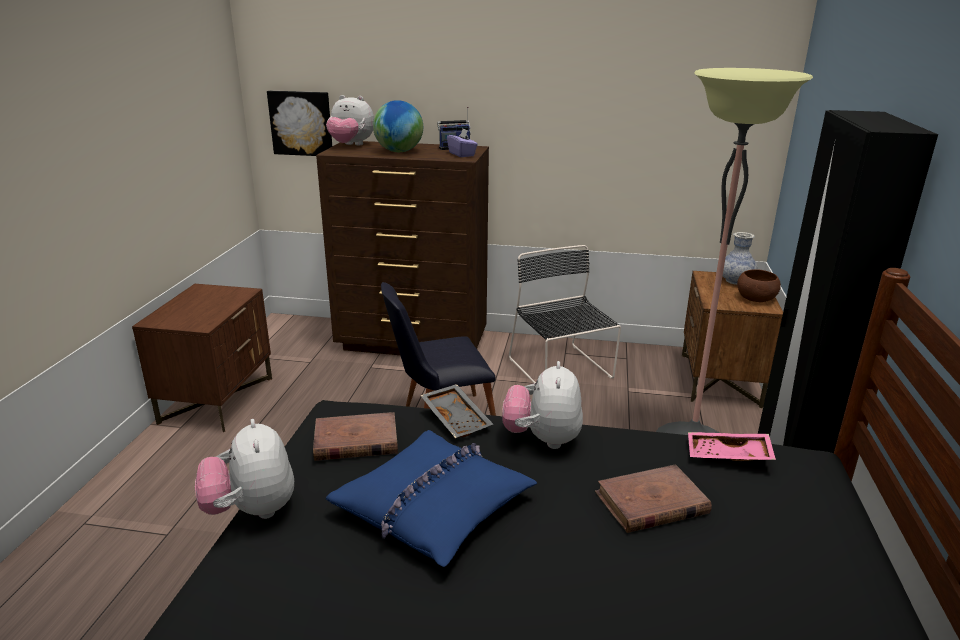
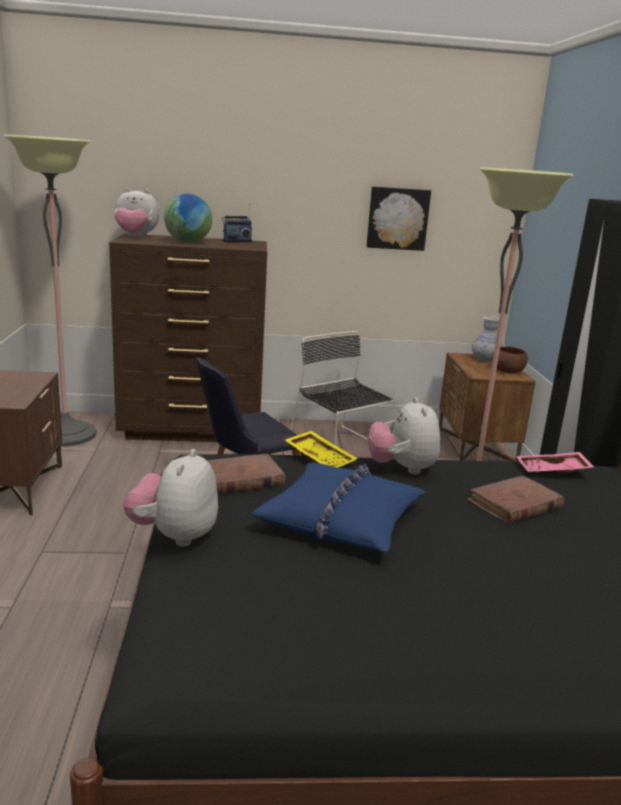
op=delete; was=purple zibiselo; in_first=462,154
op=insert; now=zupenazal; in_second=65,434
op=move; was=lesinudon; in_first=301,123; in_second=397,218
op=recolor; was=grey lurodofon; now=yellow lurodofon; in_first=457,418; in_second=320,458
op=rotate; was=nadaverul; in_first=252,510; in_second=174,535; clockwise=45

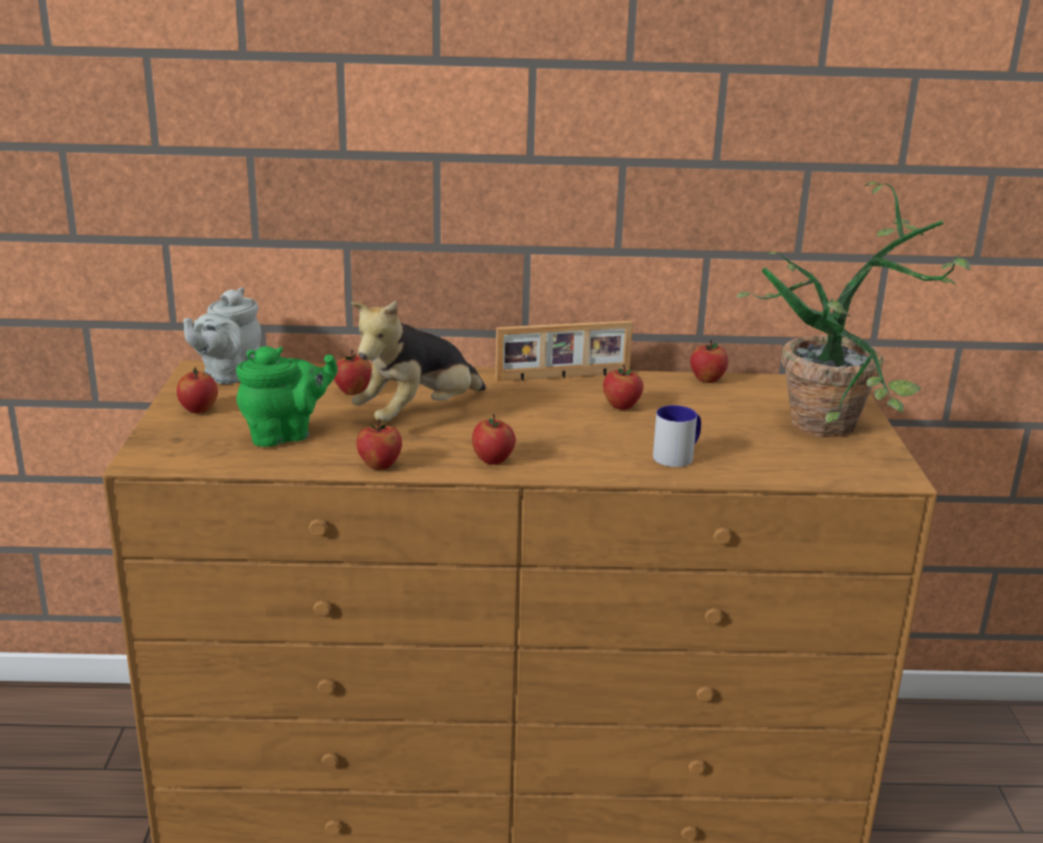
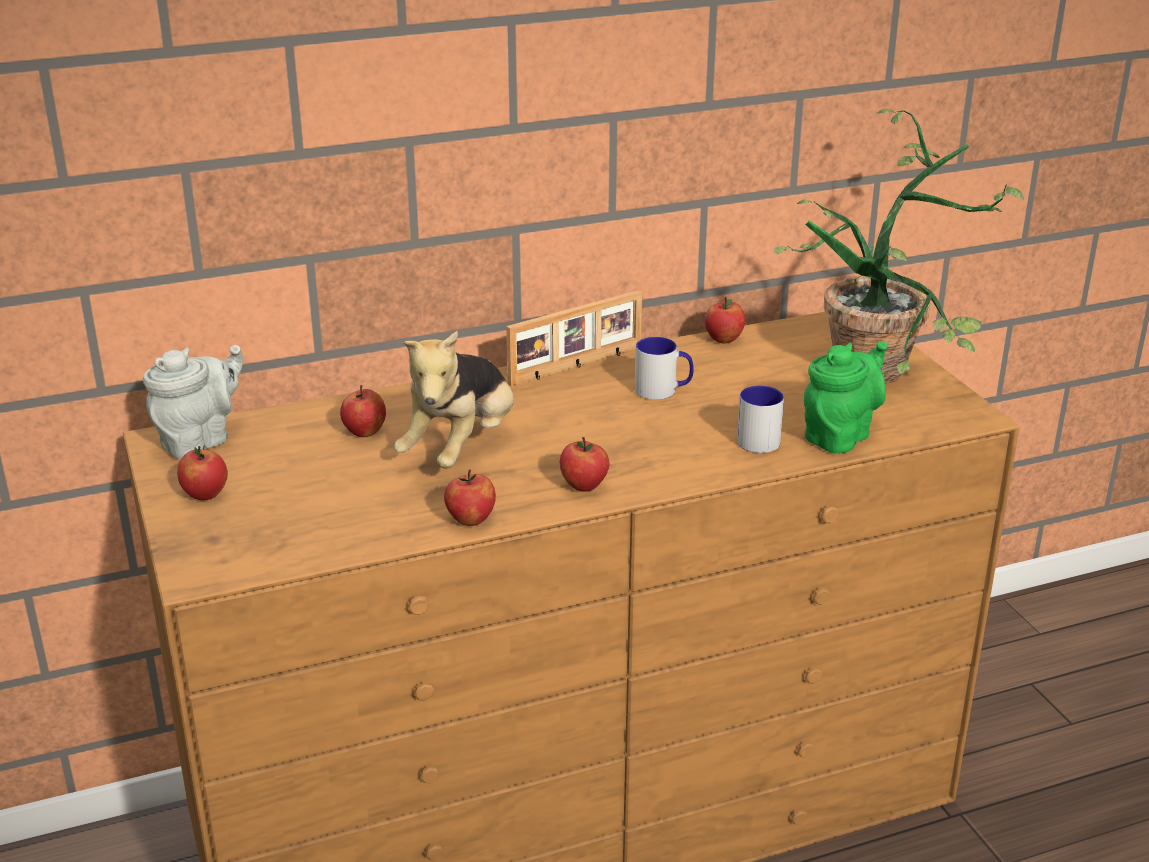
op=move; was=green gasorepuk; in_first=285,435; in_second=840,435
op=replace; was=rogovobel; now=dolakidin; in_first=621,406; in_second=663,390
op=rotate; was=grey gasorepuk; in_first=228,375; in_second=200,441; clockwise=-150

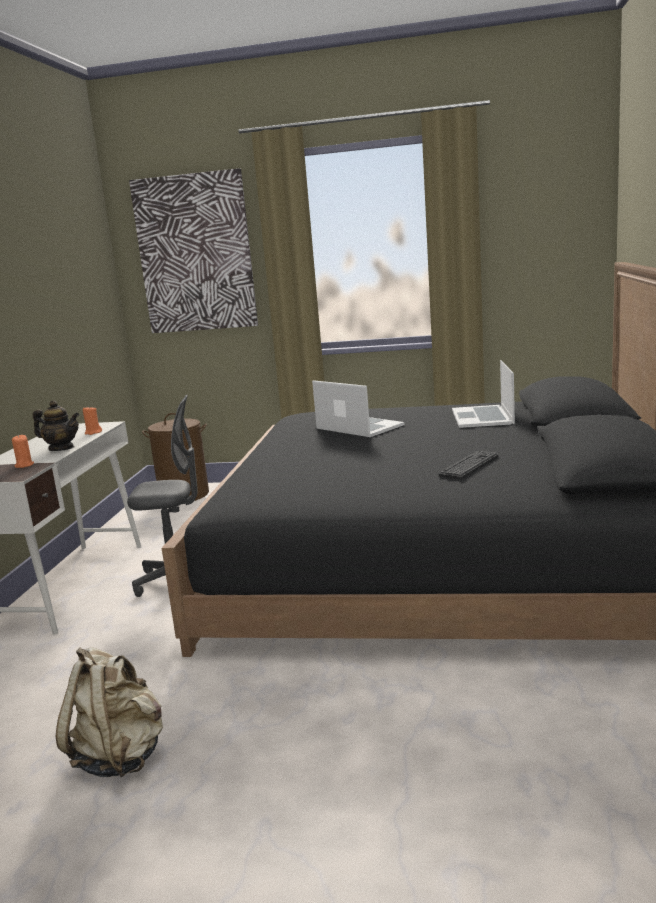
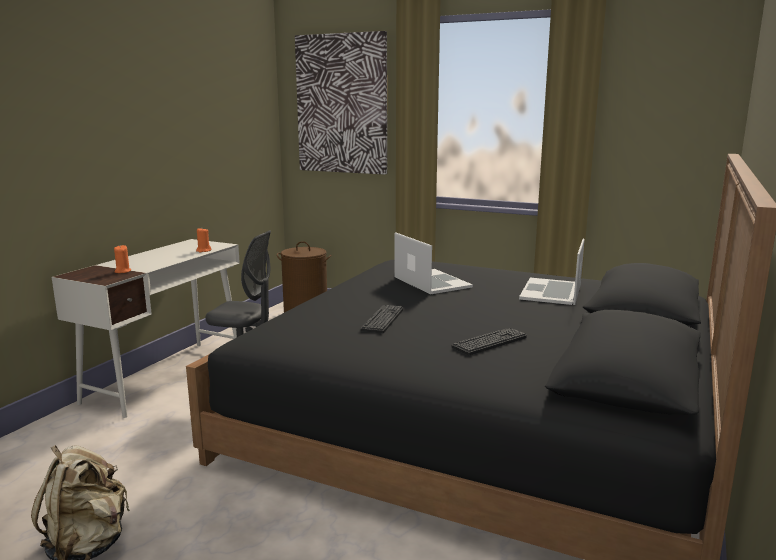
op=delete; was=gasorepuk; in_first=61,448
op=insert; now=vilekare; in_second=382,319

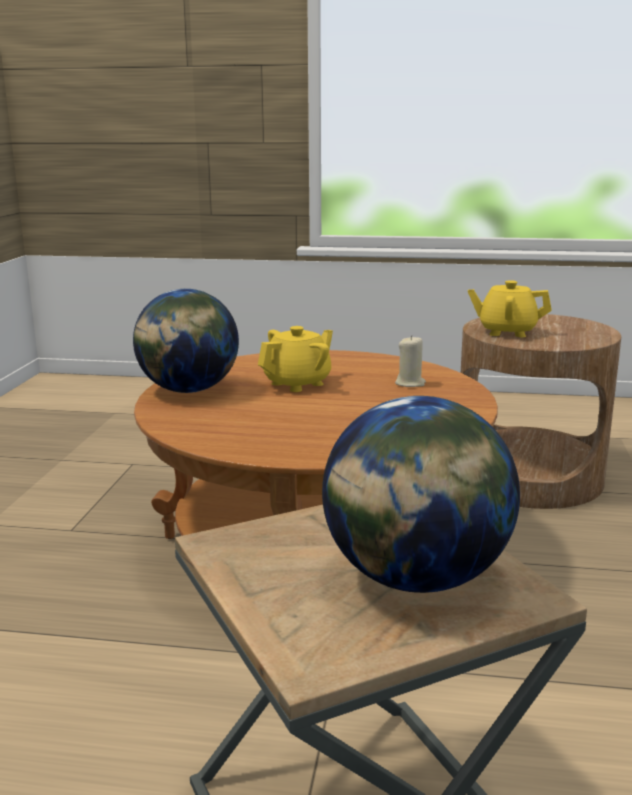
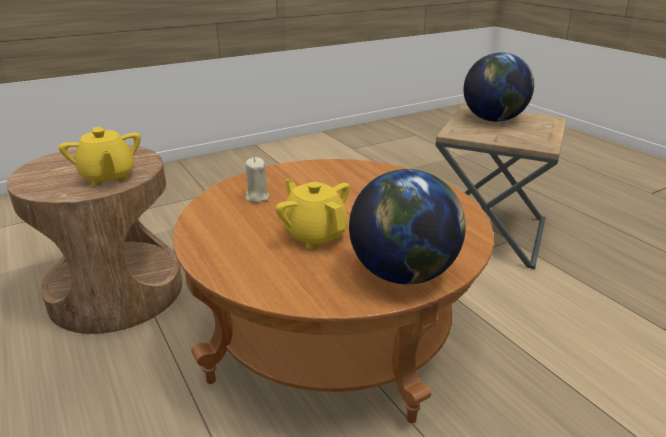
op=rotate; was=yellow gasorepuk; in_first=298,383; in_second=315,235; clockwise=45

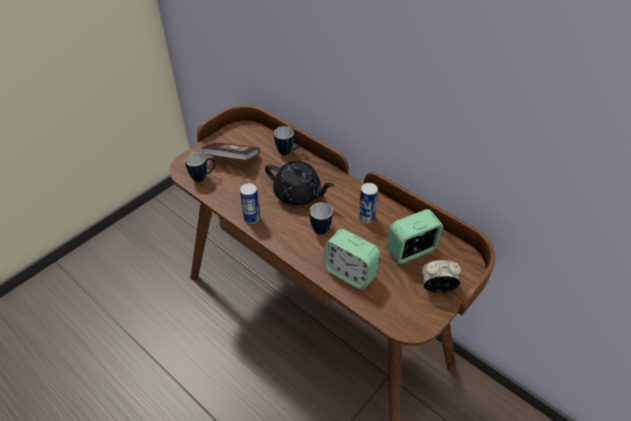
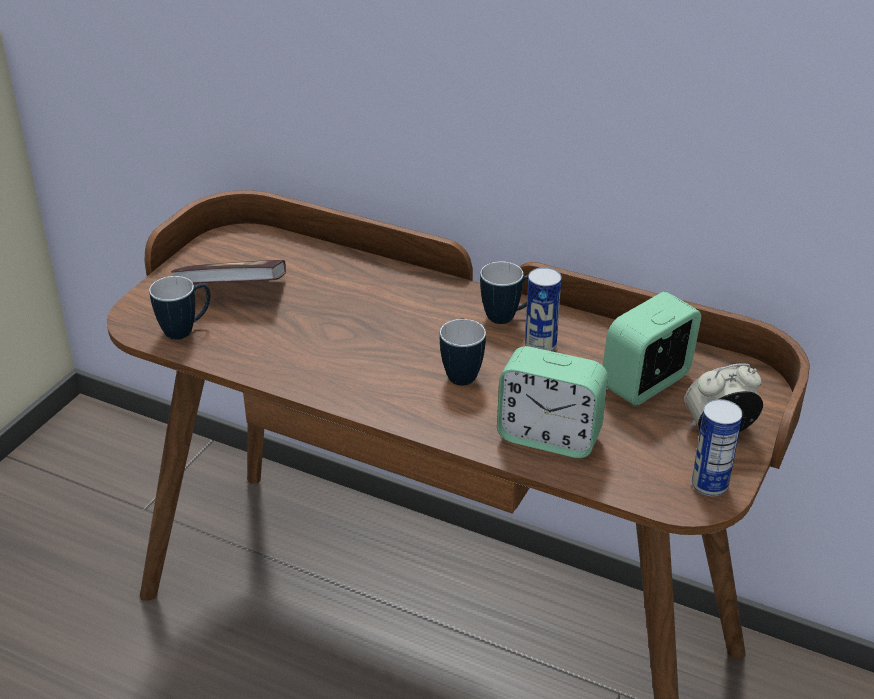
op=delete; was=black gasorepuk; in_first=298,194
op=move; was=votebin; in_first=252,218; in_second=709,485
op=move; was=dolakidin; in_first=288,152; in_second=508,316

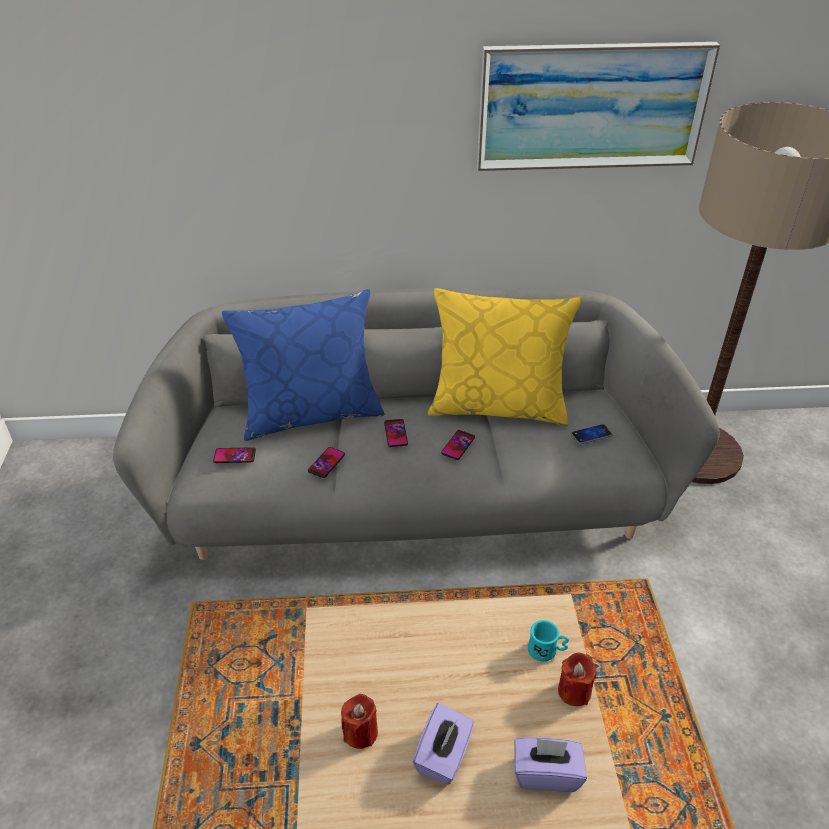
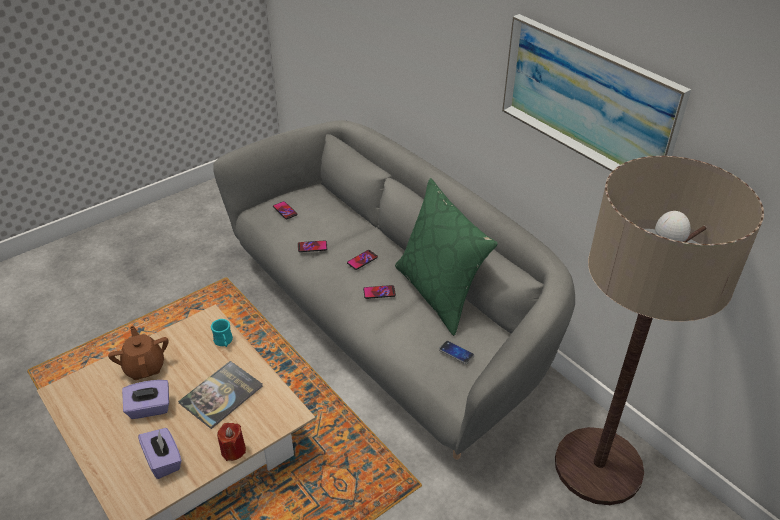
op=delete; was=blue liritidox; in_first=311,413
op=insert; now=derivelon; in_second=221,395
op=move; was=turquoise dolakidin; in_first=546,651; in_second=224,342
op=replace; was=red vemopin; now=brown gasorepuk; in_first=360,732; in_second=144,367
op=recolor; was=yellow liritidox; now=green liritidox; in_first=498,405; in_second=439,293

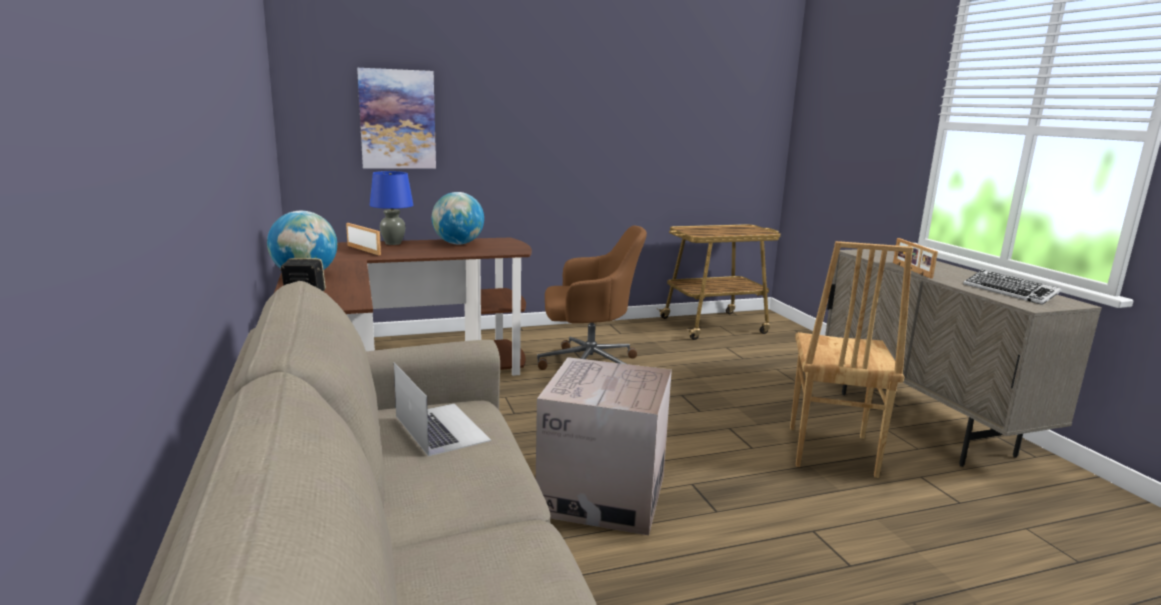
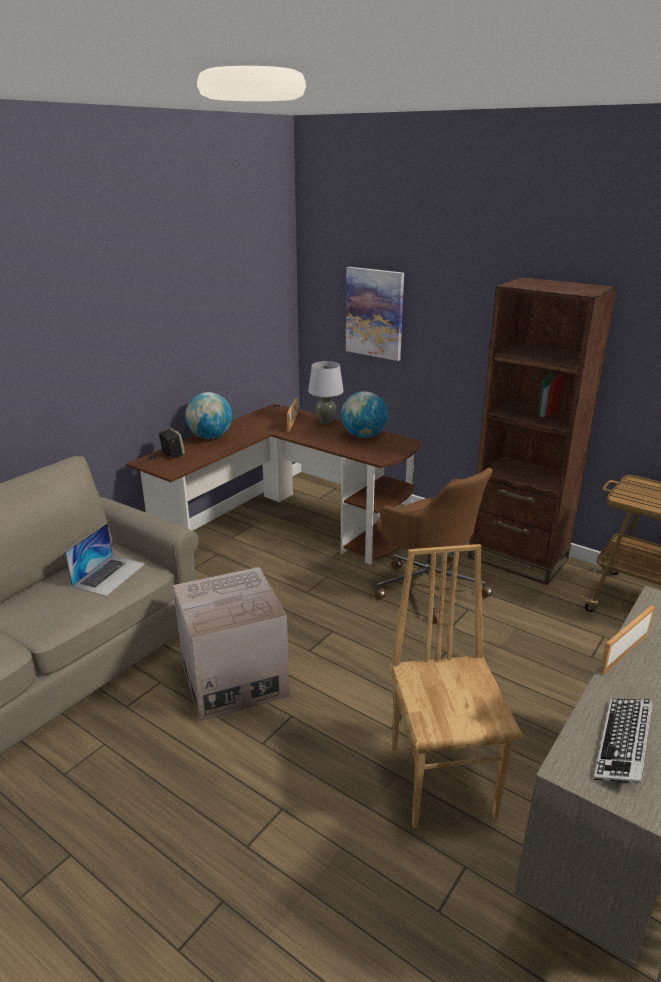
op=insert; now=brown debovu; in_second=517,558
op=recolor; was=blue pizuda; now=grey pizuda; in_first=393,243; in_second=325,421
op=rotate; was=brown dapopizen; in_first=829,451; in_second=443,781; clockwise=105

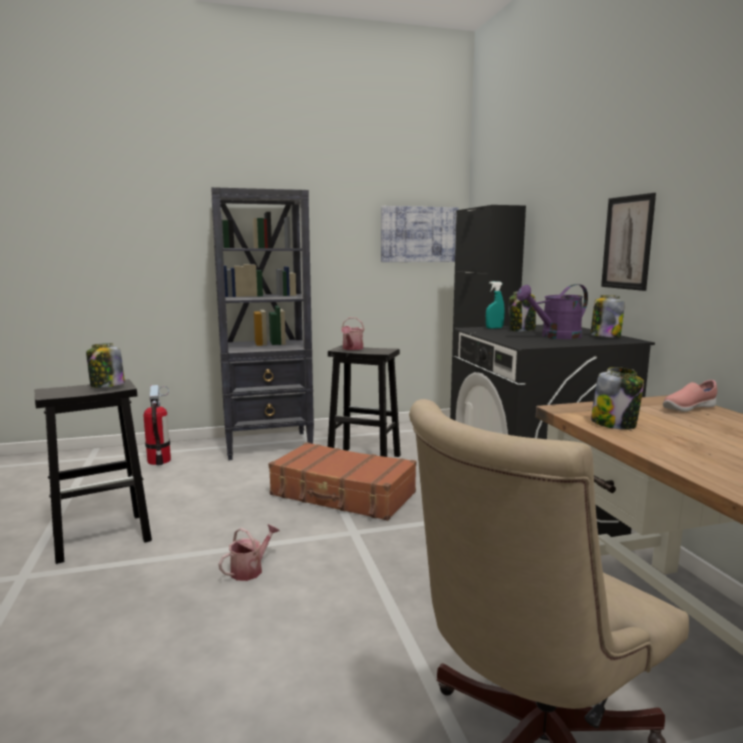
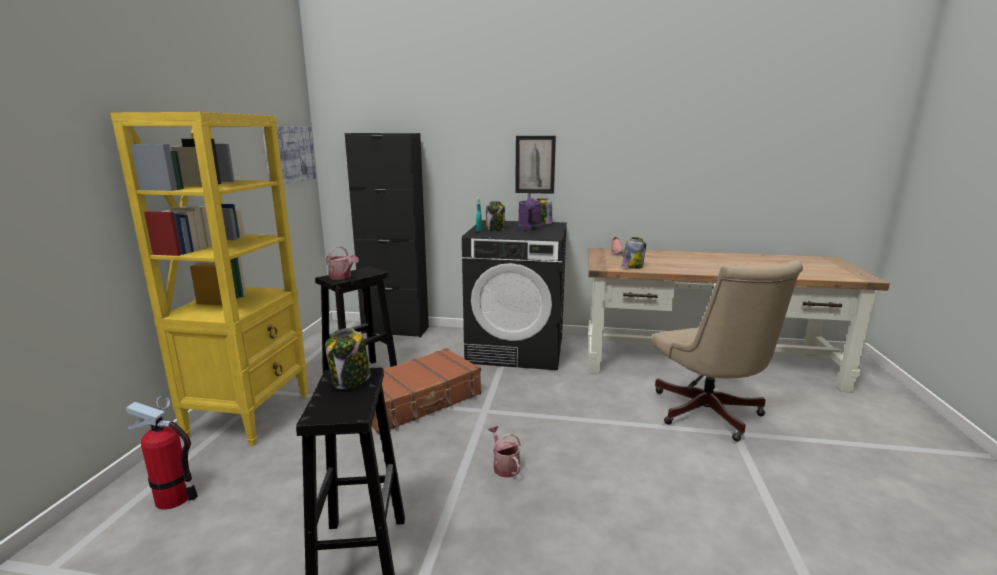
op=recolor; was=black debovu; now=yellow debovu; in_first=269,445; in_second=250,414

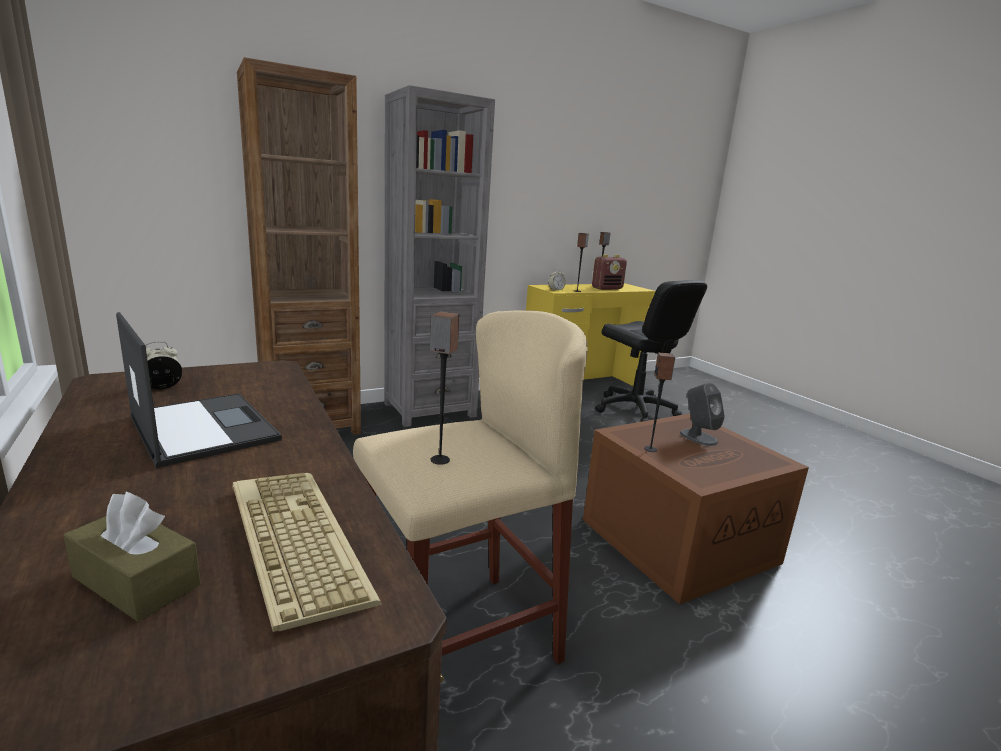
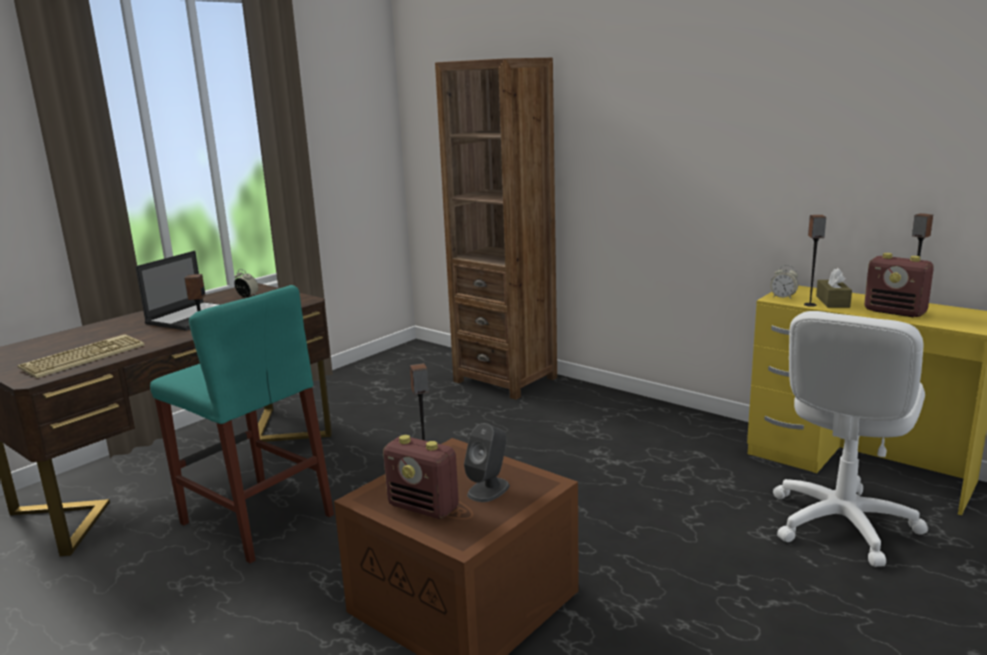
op=delete; was=grey debovu; in_first=429,410
op=insert; now=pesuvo; in_second=424,507
op=move; was=brown zibiselo; in_first=136,581; in_second=832,302
op=recolor; was=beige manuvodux; now=turquoise manuvodux; in_first=460,641; in_second=256,519
op=recolor; was=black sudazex; now=white sudazex; in_first=635,410; in_second=841,523

